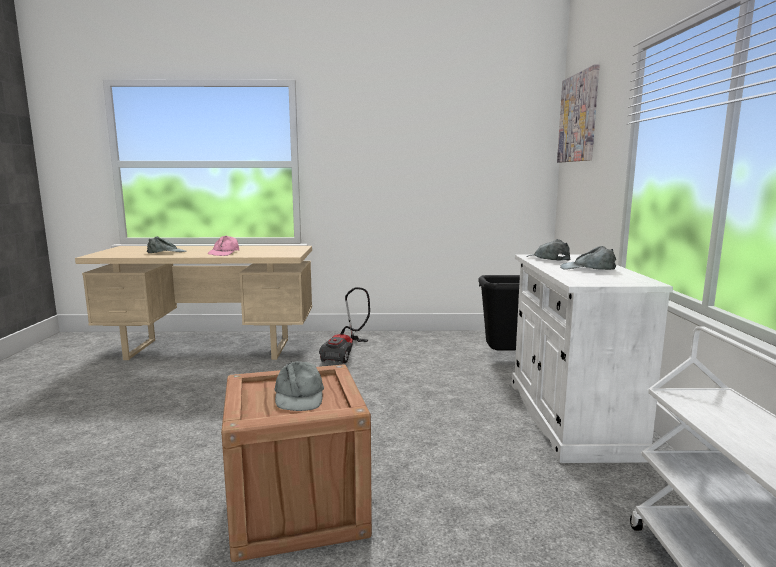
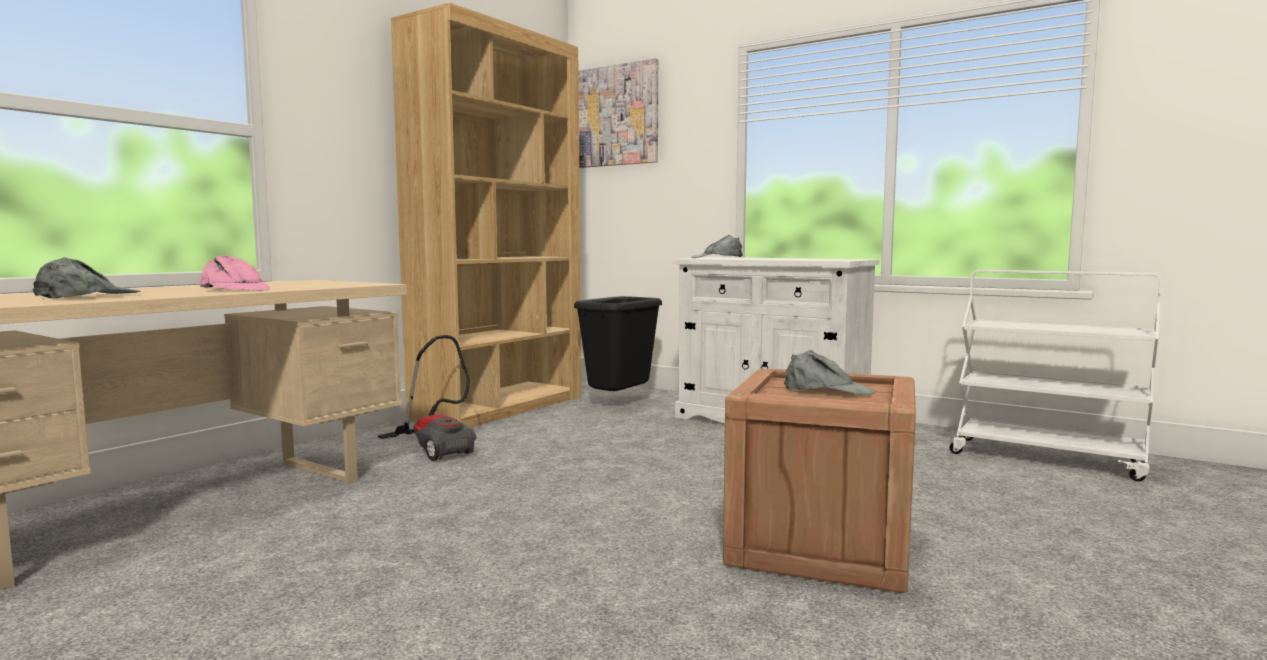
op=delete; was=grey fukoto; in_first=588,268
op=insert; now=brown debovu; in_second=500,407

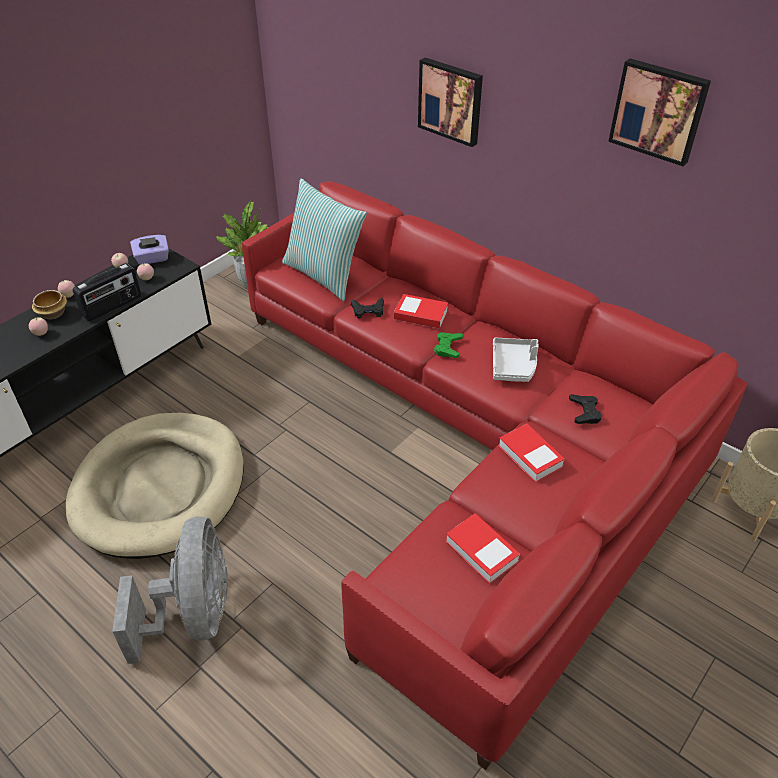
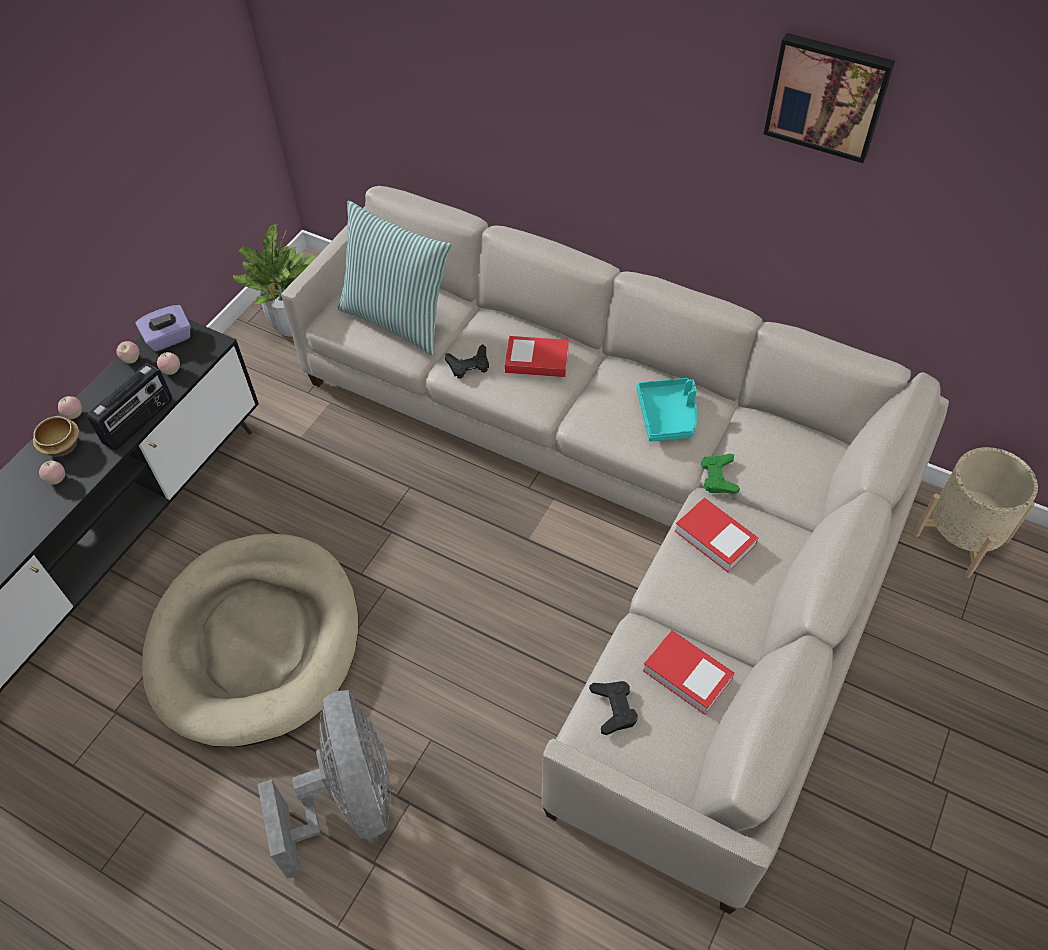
op=delete; was=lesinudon; in_first=451,101
op=move; was=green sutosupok; in_first=448,347; in_second=718,477
op=move; was=black sutosupok; in_first=584,412; in_second=614,708
op=recolor; was=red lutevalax; now=beige lutevalax; in_first=471,445; in_second=623,512
op=recolor; was=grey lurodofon; now=turquoise lurodofon; in_first=514,366; in_second=668,416

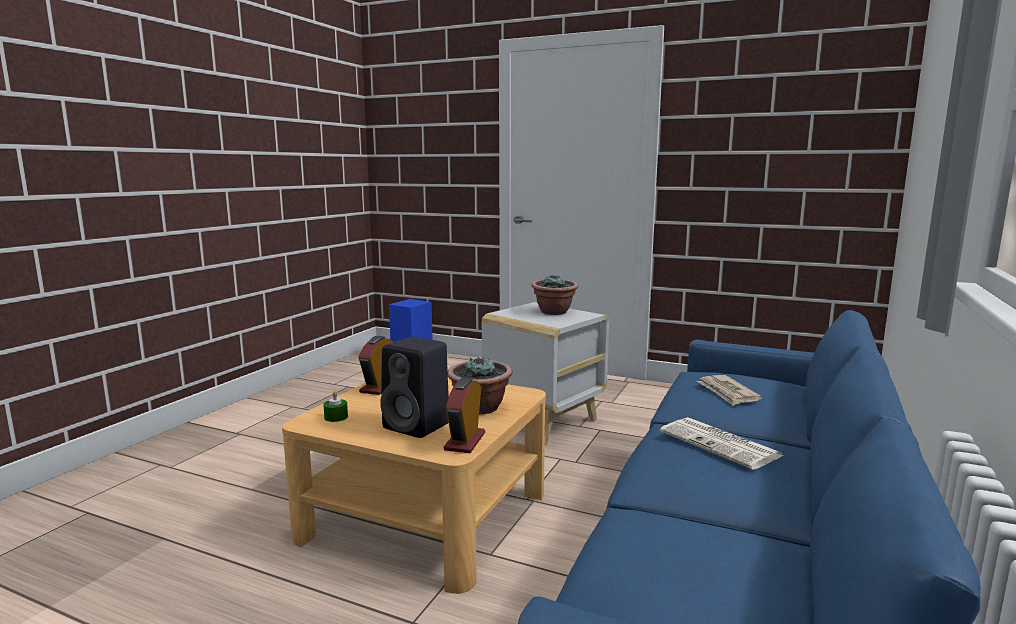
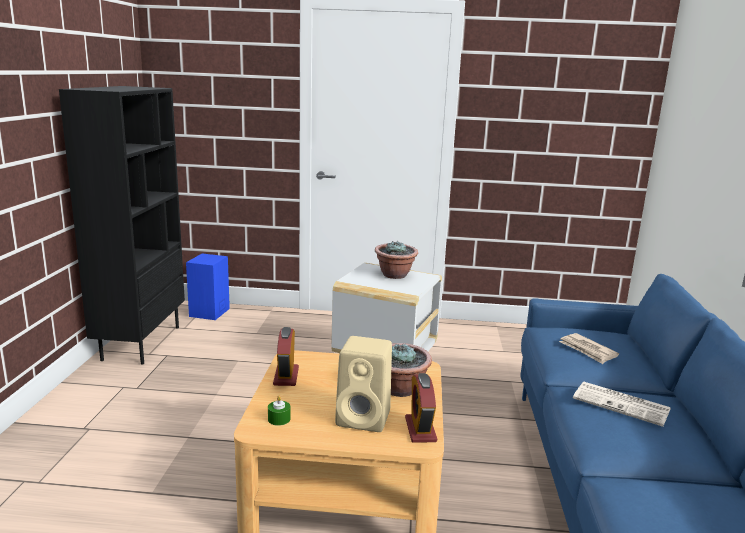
op=insert; now=black debovu; in_second=141,342
op=recolor; was=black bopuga; now=beige bopuga; in_first=418,426; in_second=365,418

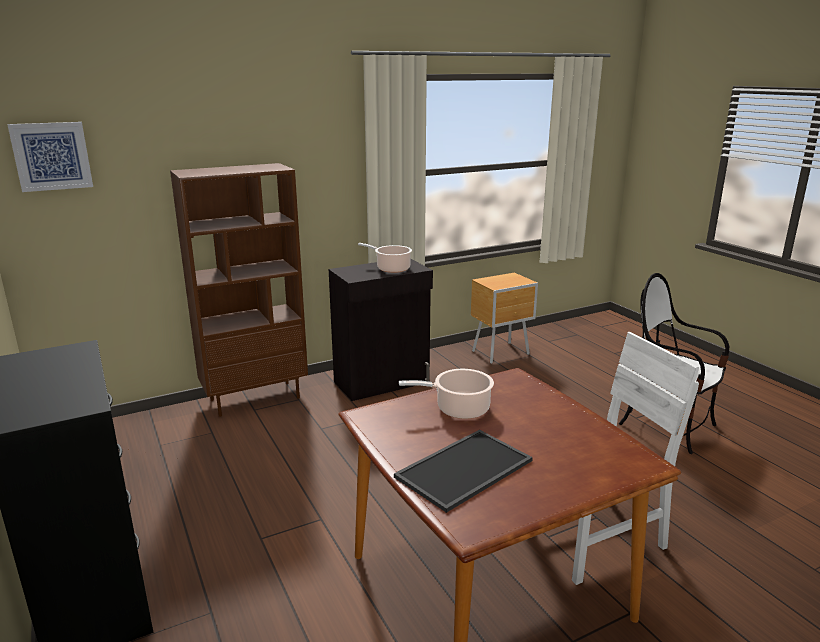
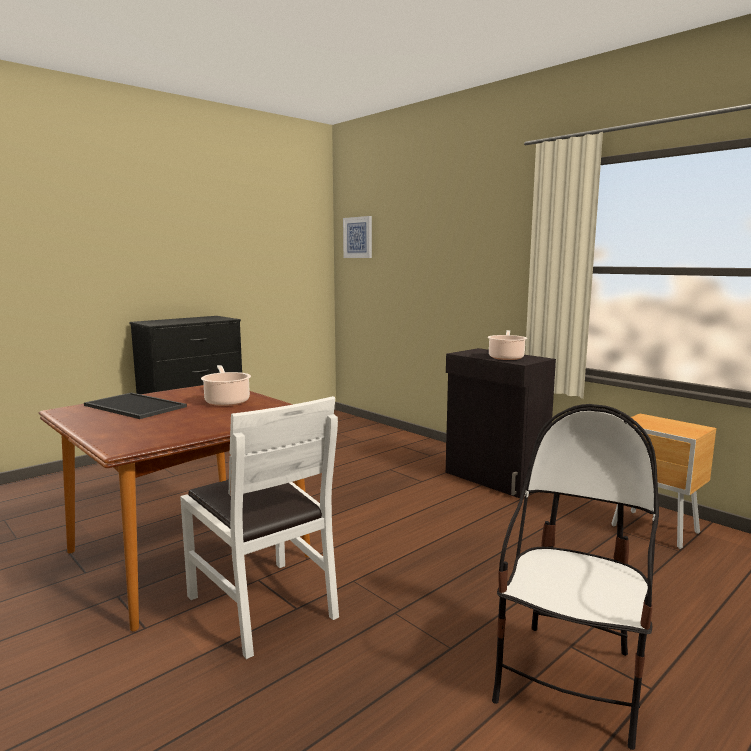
op=delete; was=brown debovu; in_first=255,398

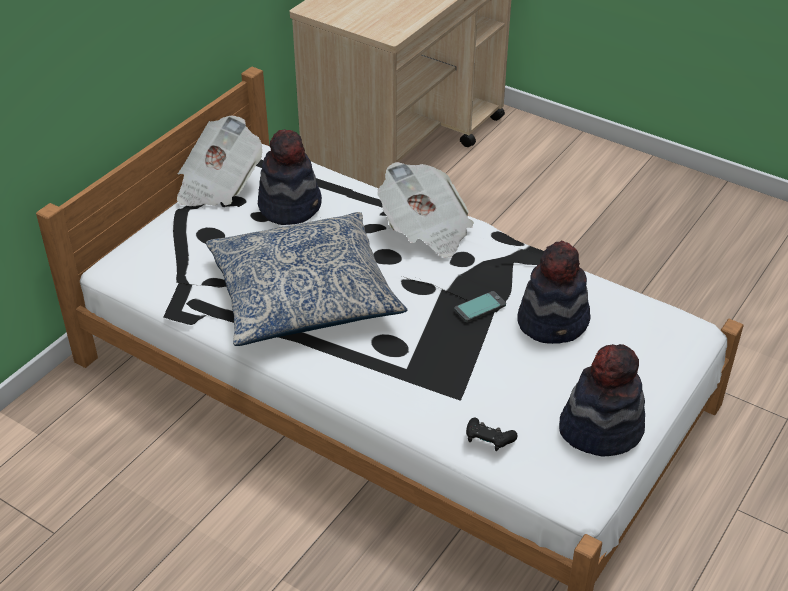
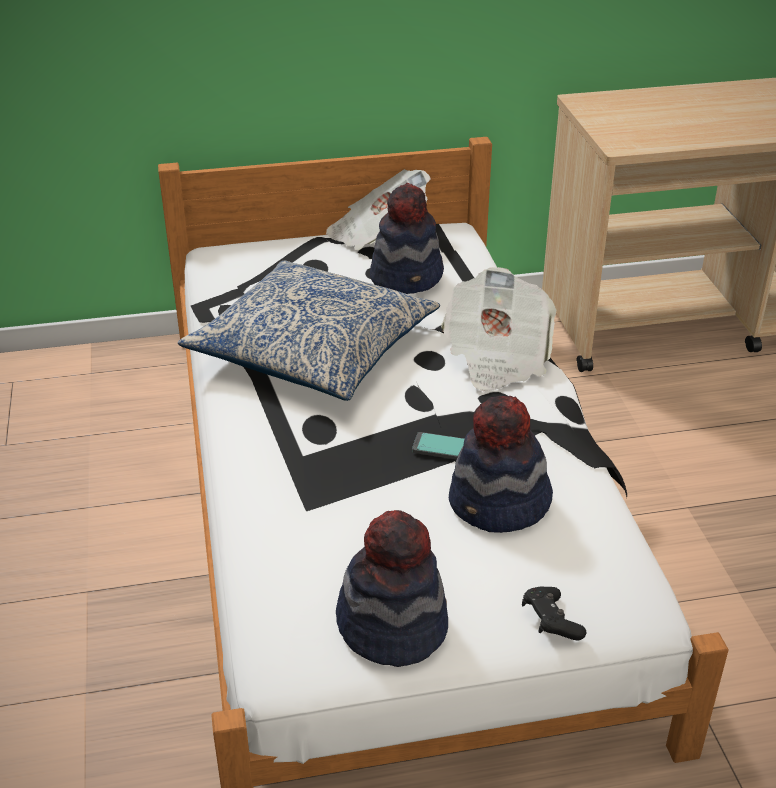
op=move; was=black sutosupok; in_first=488,441; in_second=550,622

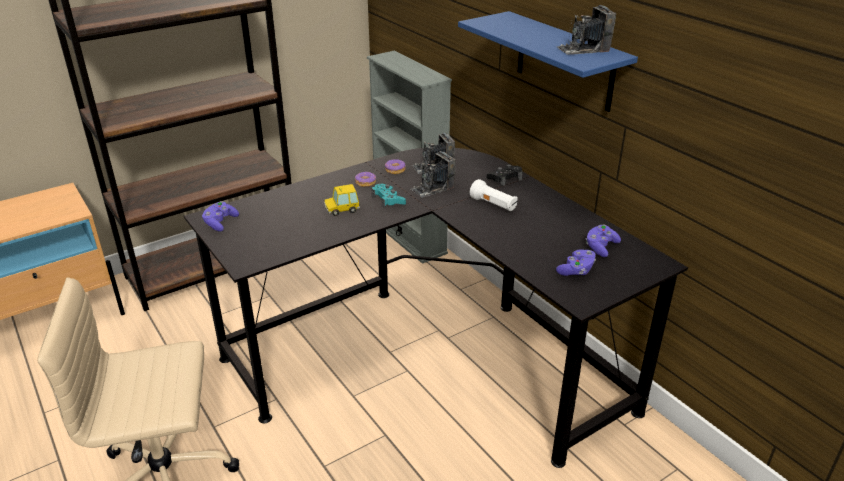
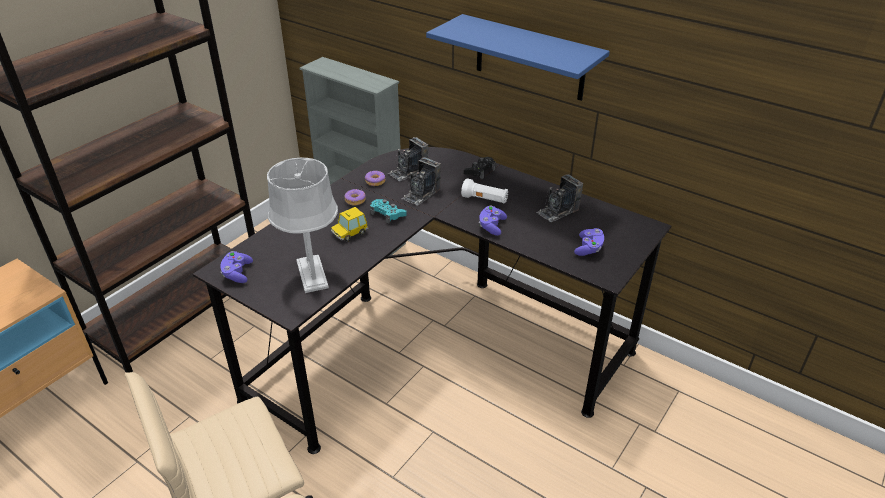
op=insert; now=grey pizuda; in_second=311,274
op=move; was=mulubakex; in_first=583,49; in_second=558,211
op=move; was=purple sutosupok; in_first=600,247; in_second=491,226

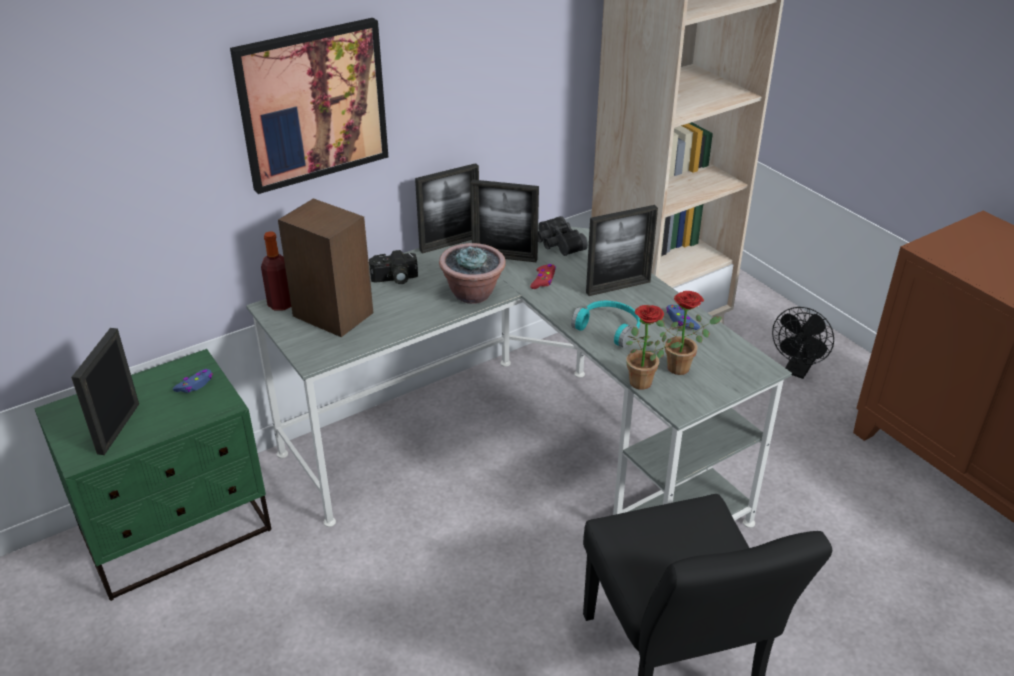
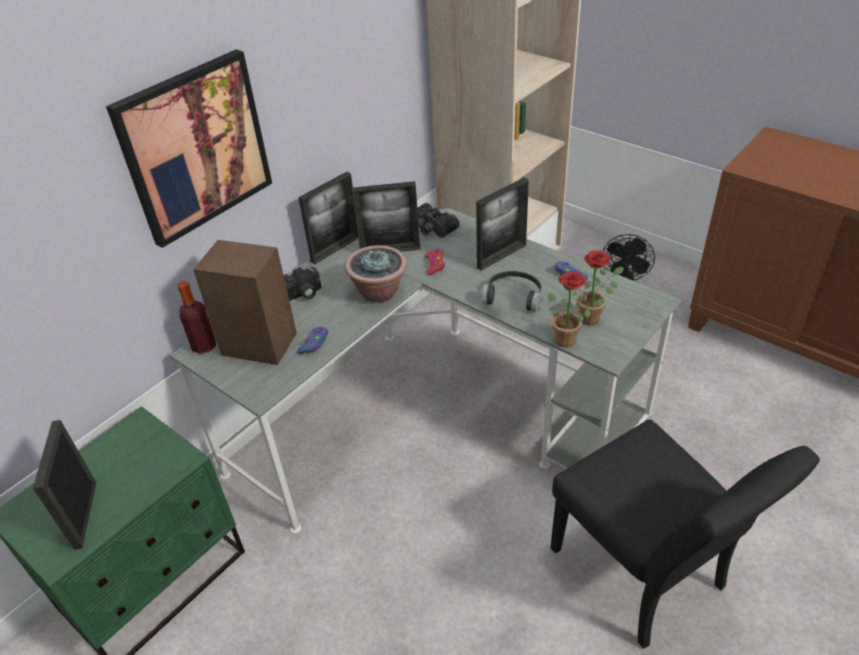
op=move; was=blue sutosupok; in_first=195,385; in_second=314,344
op=recolor; was=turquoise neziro; now=black neziro; in_first=609,328; in_second=513,296

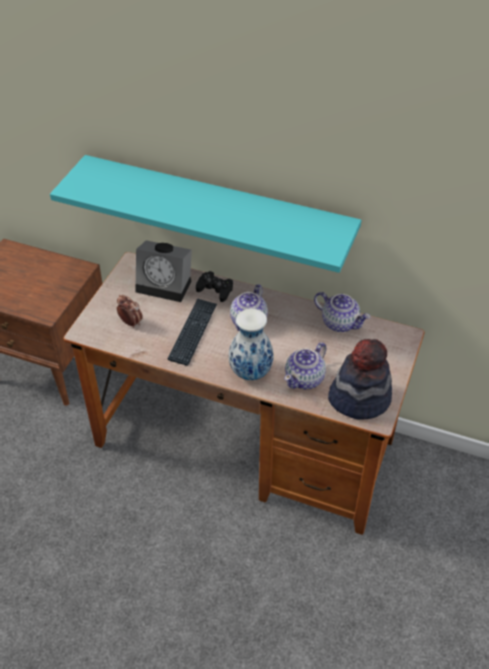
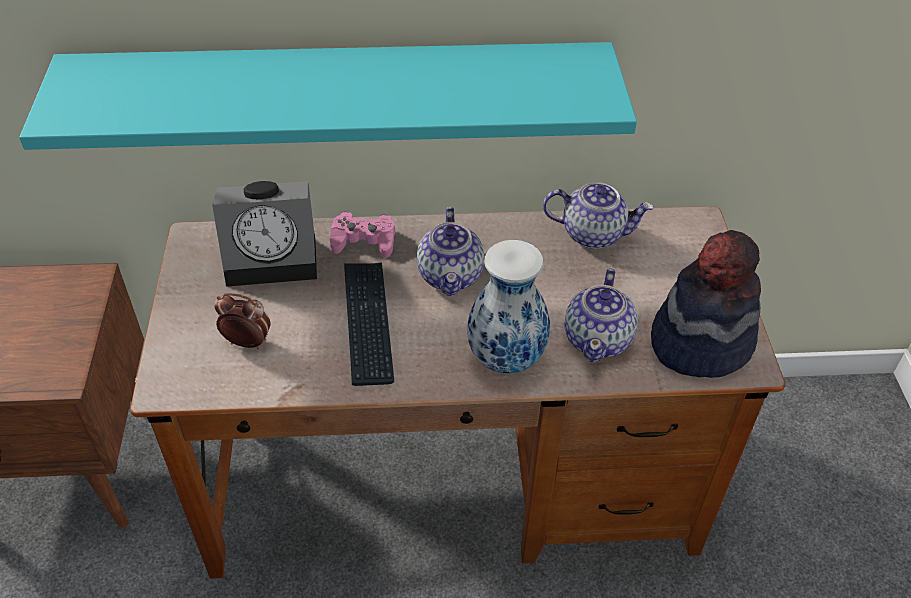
op=recolor; was=black sutosupok; now=pink sutosupok; in_first=215,289; in_second=364,241

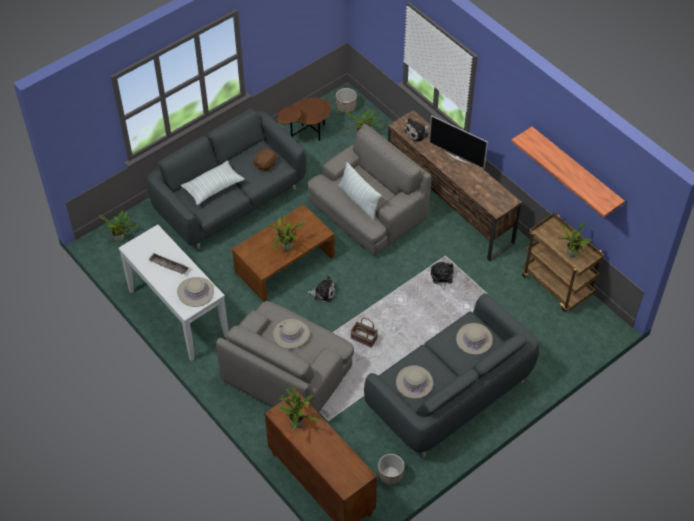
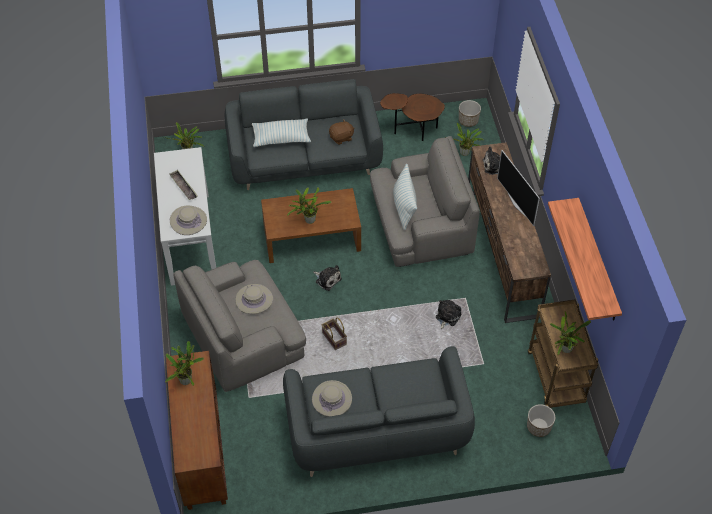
op=delete; was=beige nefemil; in_first=474,339
op=move; was=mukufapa; in_first=390,475; in_second=538,427

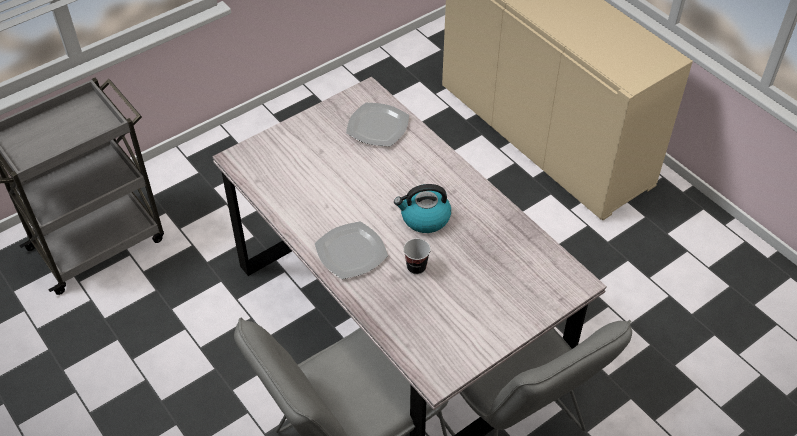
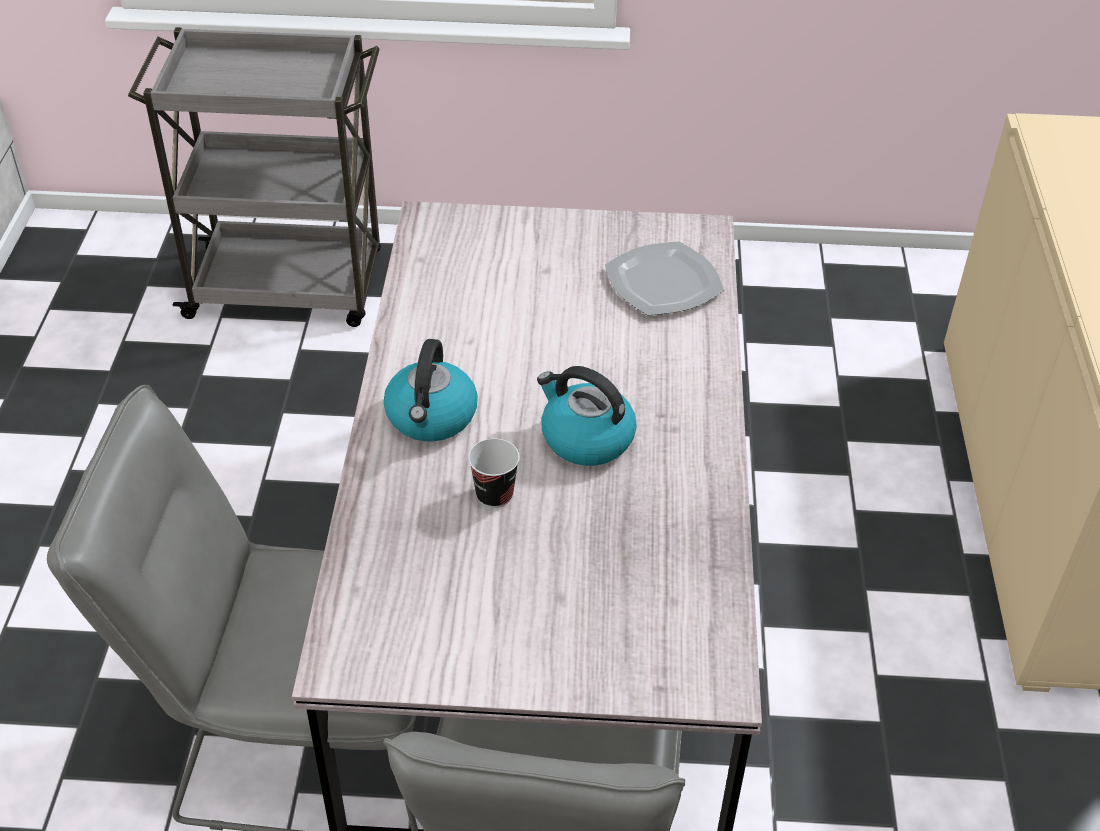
op=replace; was=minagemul; now=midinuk; in_first=351,251; in_second=431,417

